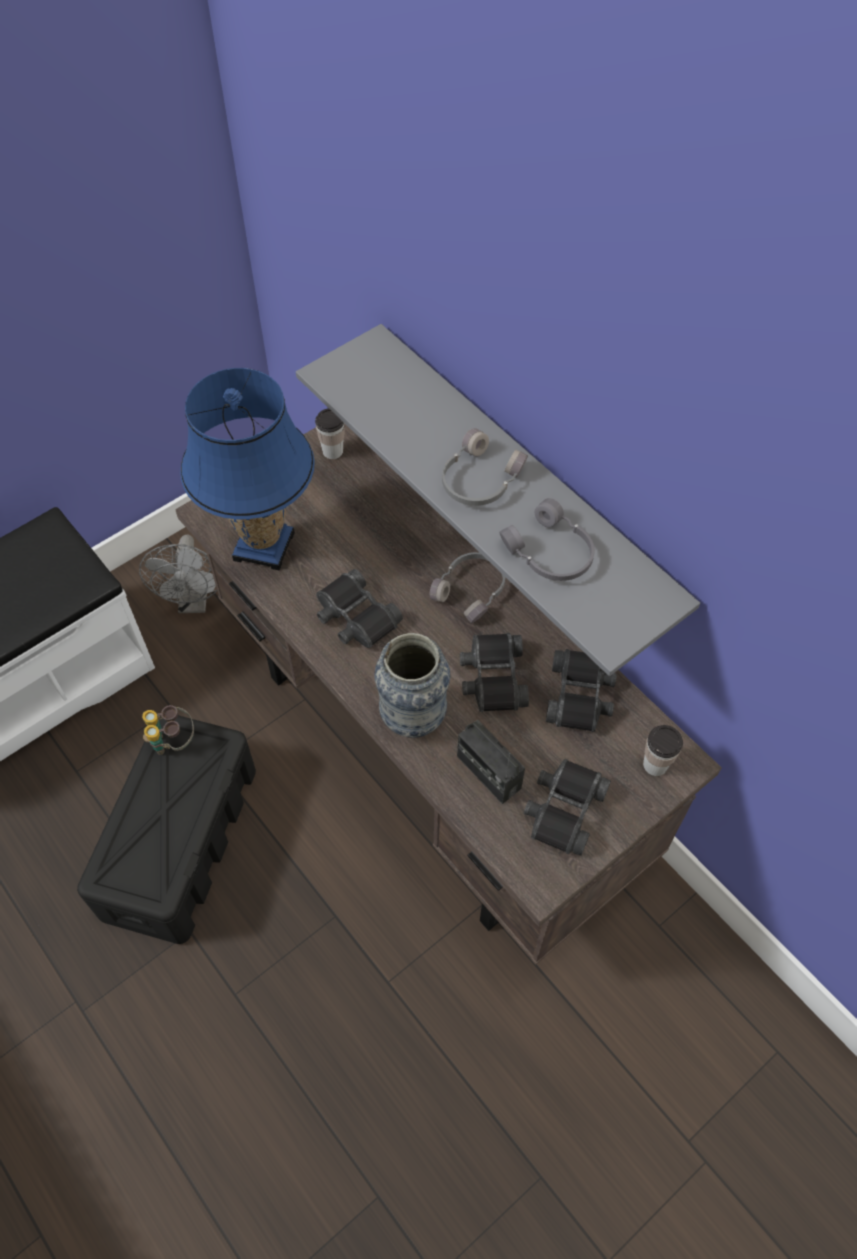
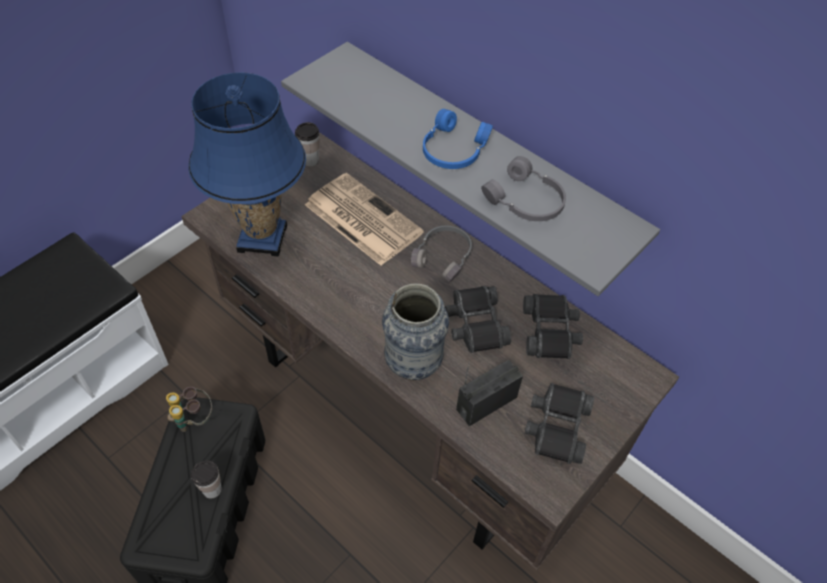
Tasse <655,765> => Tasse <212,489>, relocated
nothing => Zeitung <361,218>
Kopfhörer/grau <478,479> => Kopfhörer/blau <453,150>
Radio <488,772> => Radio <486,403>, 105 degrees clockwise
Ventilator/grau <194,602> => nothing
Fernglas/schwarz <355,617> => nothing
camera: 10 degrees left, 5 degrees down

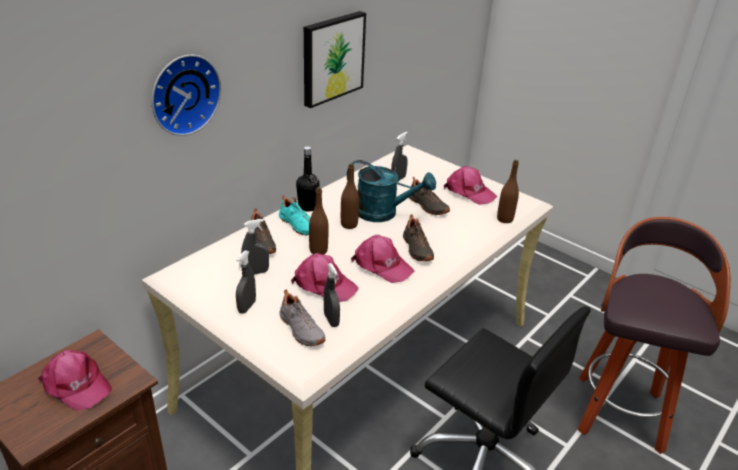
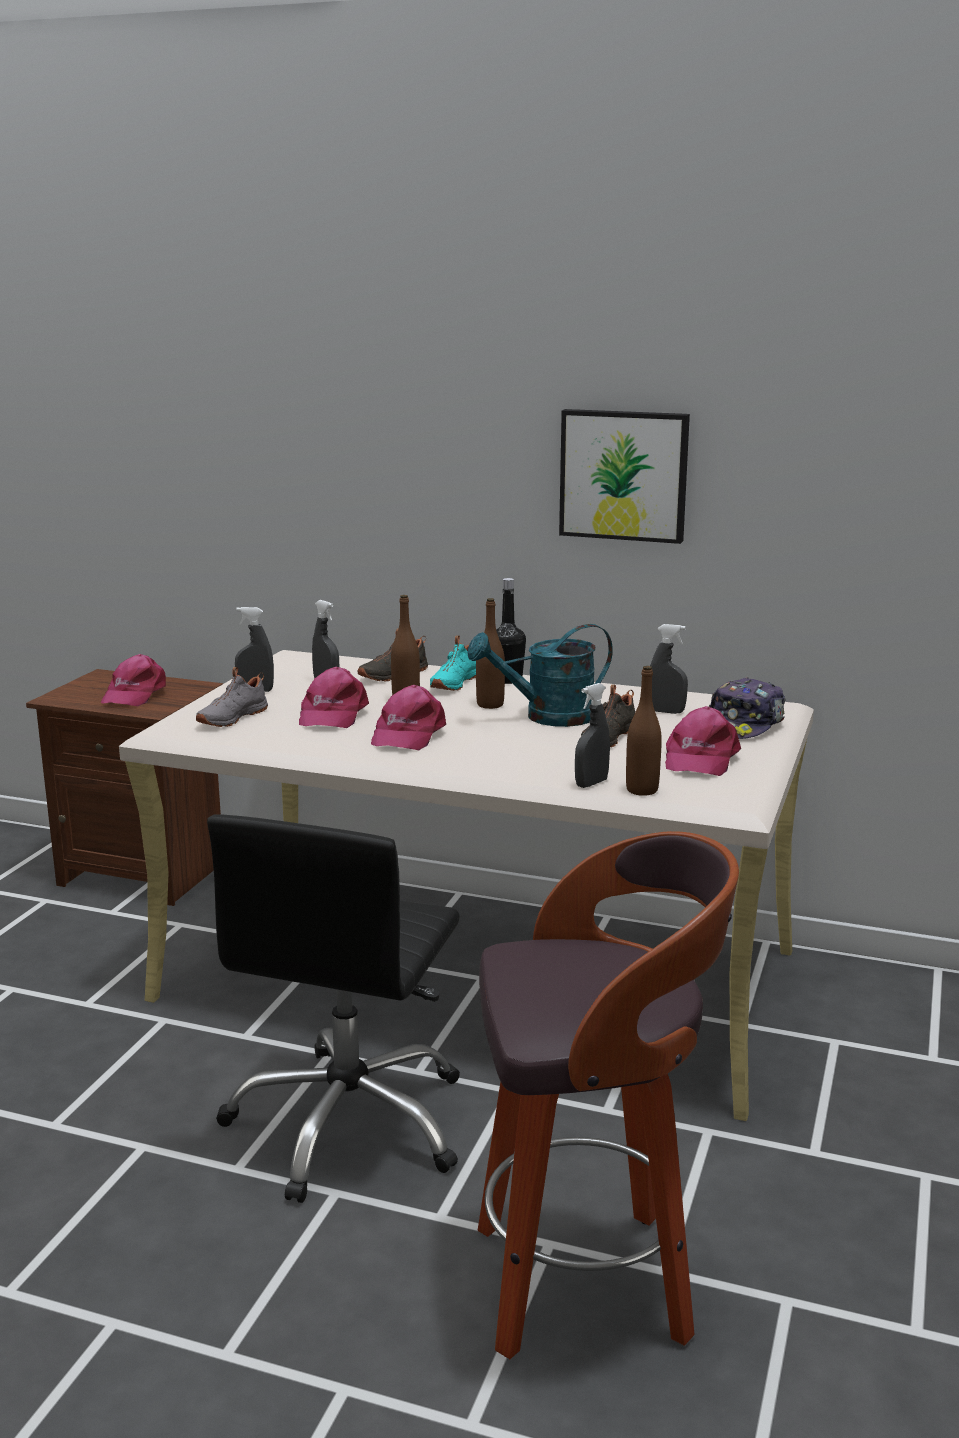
Gießkanne/türkis <384,213> => Gießkanne/türkis <548,717>, 75 degrees clockwise
Sprühflasche/grau <331,320> => Sprühflasche/grau <591,783>, relocated
nothing => Kappe <744,725>
Wanduhr <183,93> => nothing
Schuh/schwarz <416,249> => nothing
camera: 70 degrees right, 15 degrees down

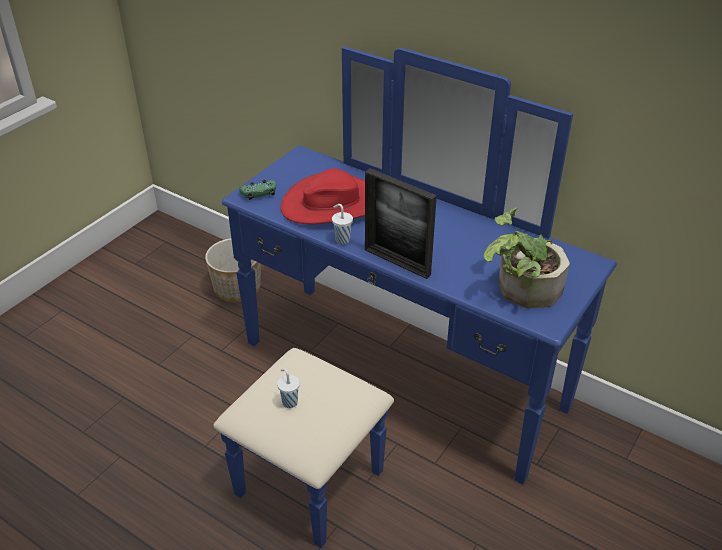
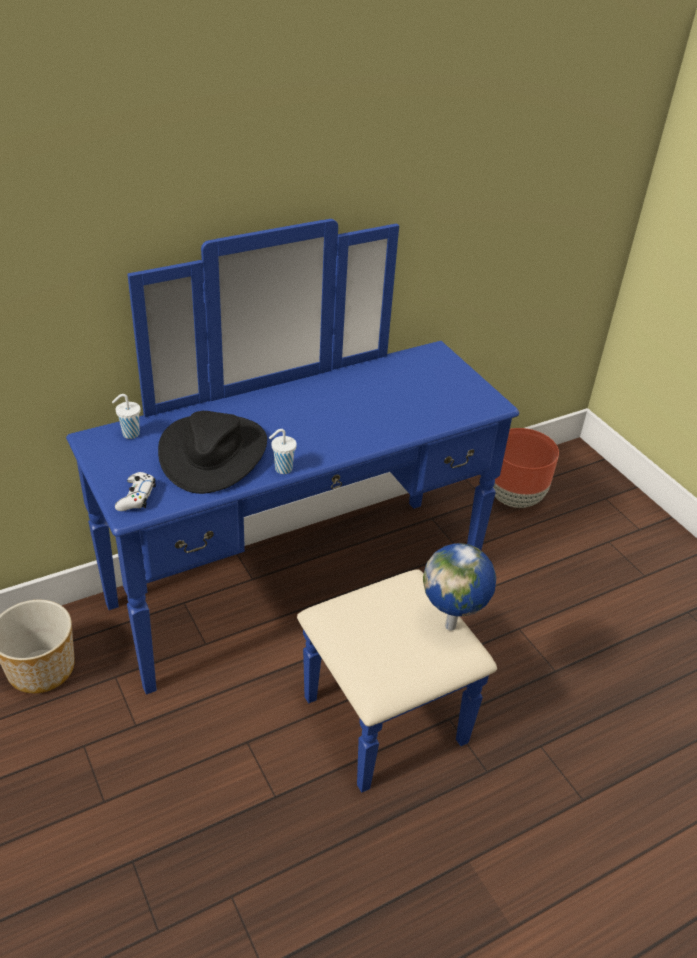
Tasse/weiß <289,402> => Tasse/weiß <129,434>, relocated
Gamepad/grün <259,193> => Gamepad/weiß <136,497>
Hut/rot <331,204> => Hut/schwarz <213,453>
nothing => Globus <452,626>
nothing => Pflanzkübel/braun <514,498>
Bilderrahmen <397,262> => nothing
Topfpflanze <520,289> => nothing
camera: 65 degrees left, 0 degrees up

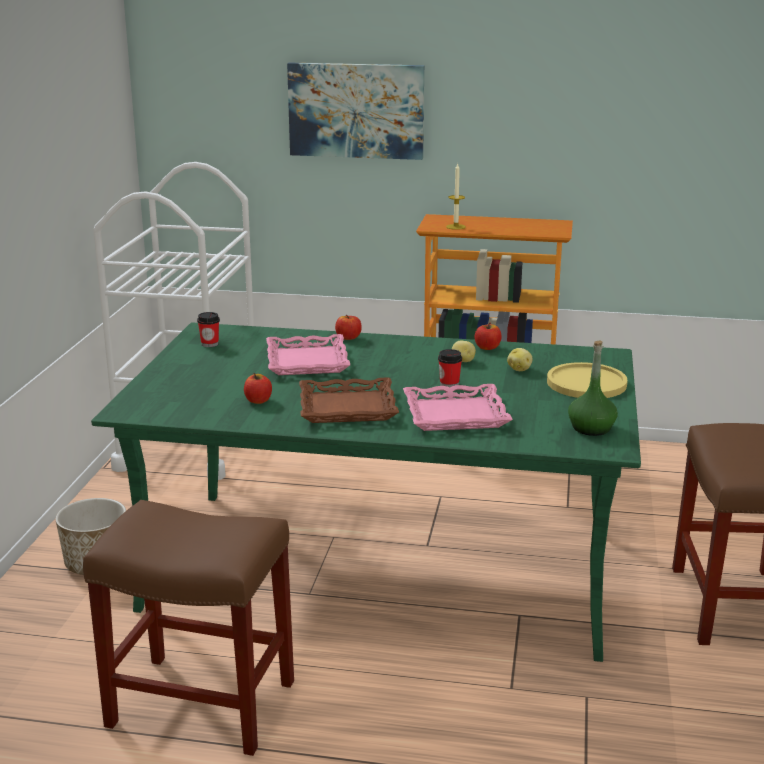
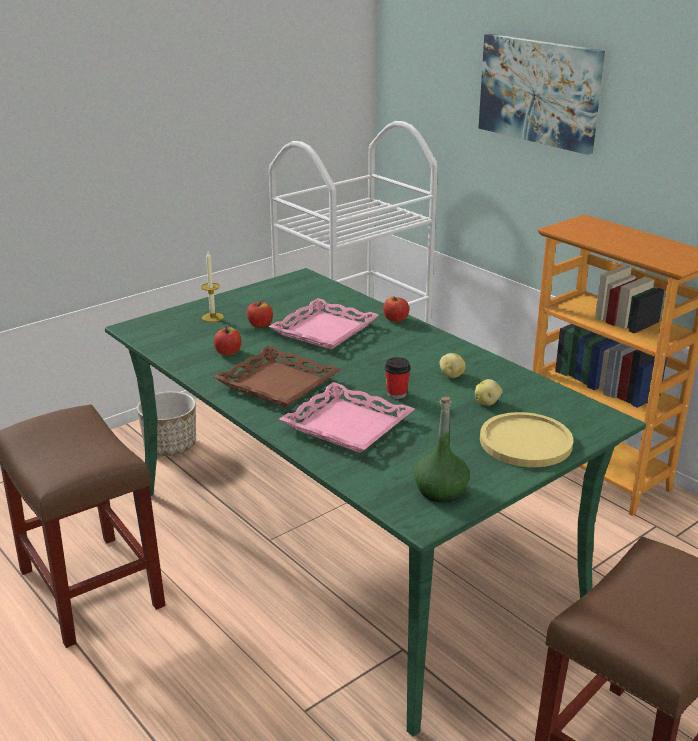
Kerze <455,227> => Kerze <212,317>, relocated
Apfel <487,348> => Apfel <260,325>, relocated
Tasse <210,344> => nothing
camera: 40 degrees right, 5 degrees up

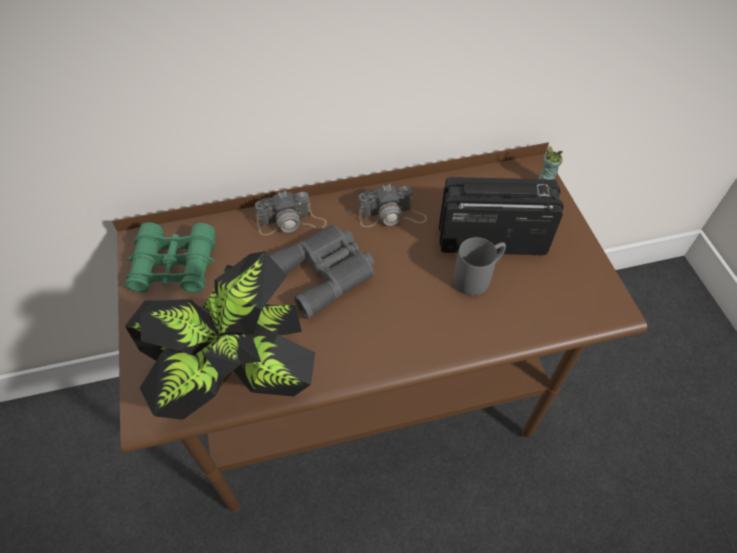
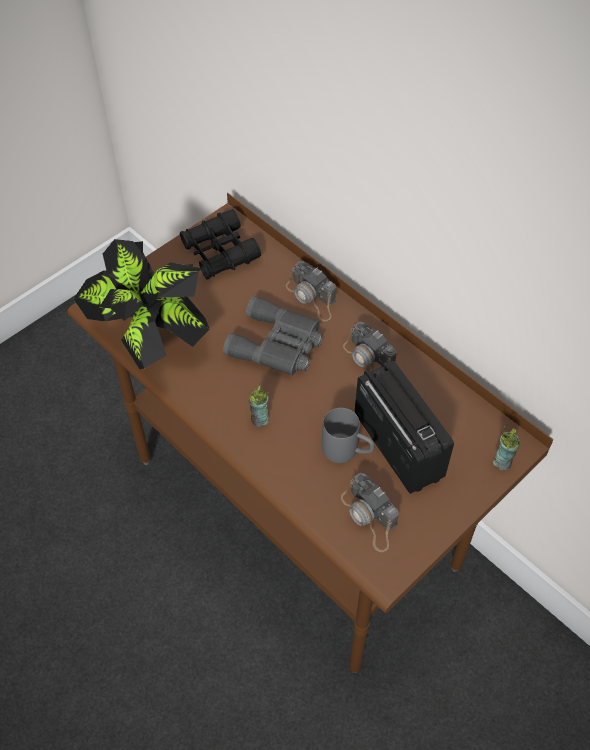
Fernglas/grün <174,266> => Fernglas/schwarz <220,252>
nothing => Tasse <259,420>
nothing => Kamera <369,517>
camera: 60 degrees right, 0 degrees up

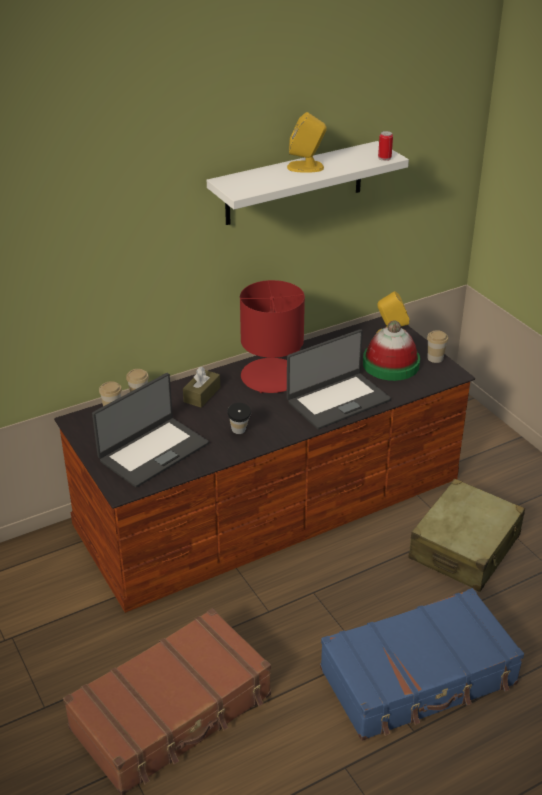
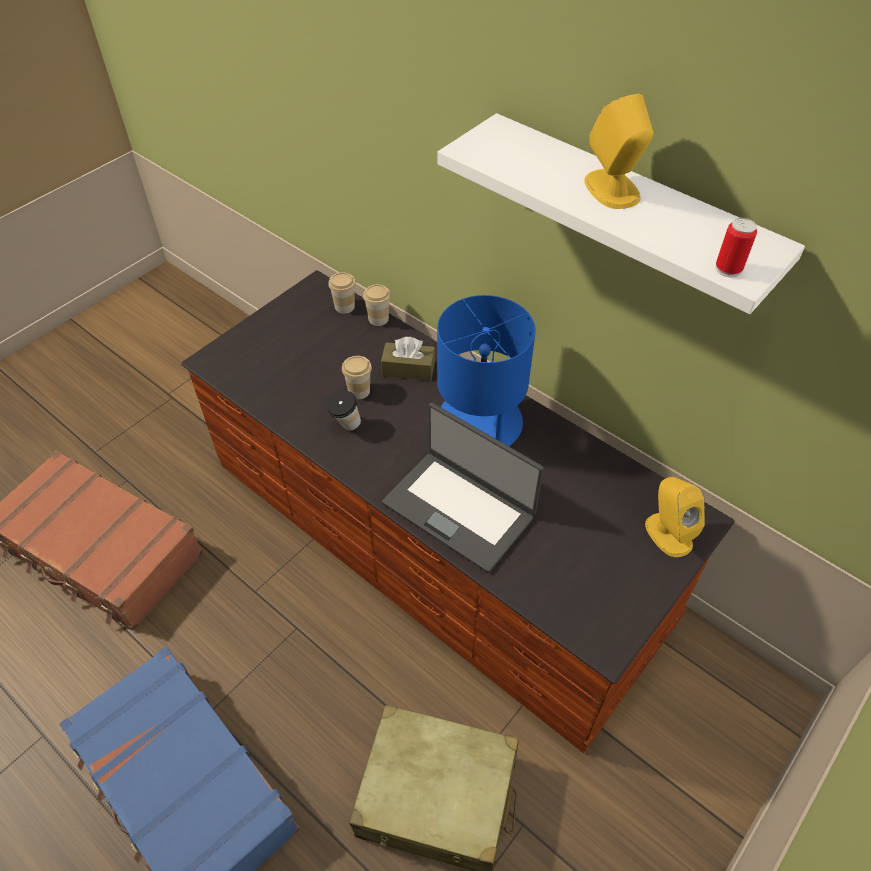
Tasse <435,358> => Tasse <359,391>, relocated
Tischlampe/rot <272,377> => Tischlampe/blau <480,424>
Laptop <153,451> => nothing
Hut <391,364> => nothing
camera: 70 degrees right, 15 degrees up

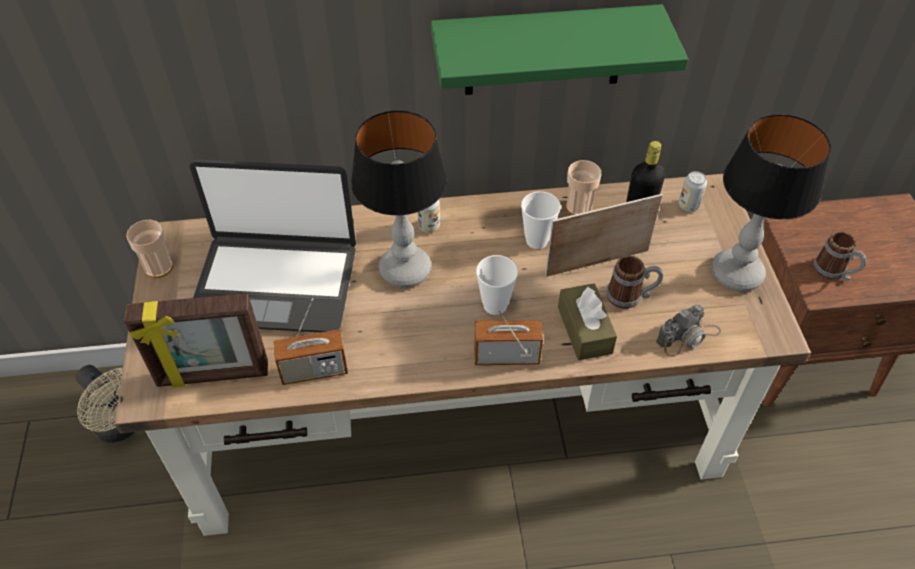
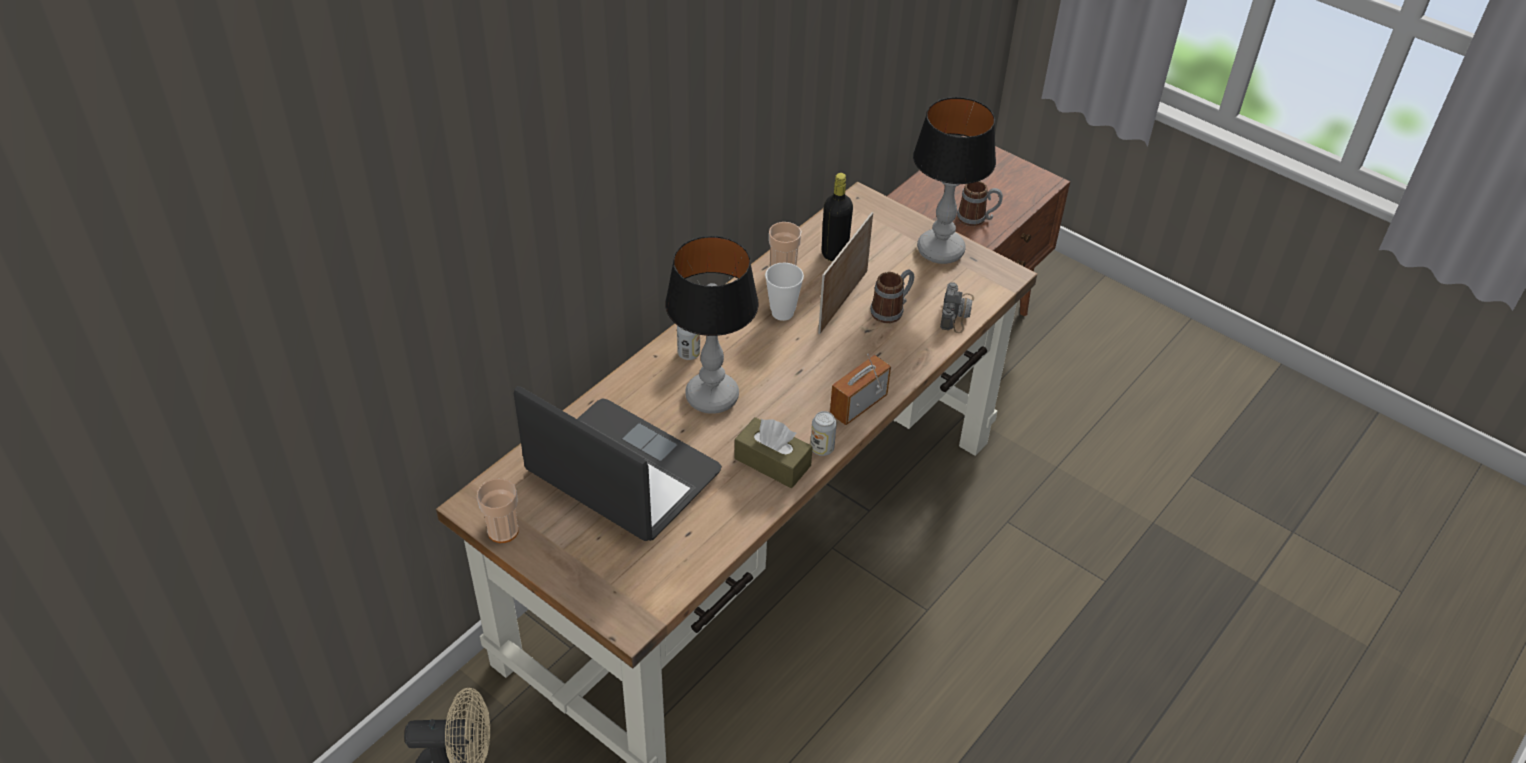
Laptop <276,283> => Laptop <622,474>, 105 degrees counterclockwise
Taschentuchbox/braun <584,330> => Taschentuchbox/braun <772,462>, relocated
Dose <688,206> => Dose <822,448>, relocated
Bilderrahmen <213,376> => nothing
Radio <314,371> => nothing
Wandregal/grün <544,51> => nothing
Tasse <495,305> => nothing
camera: 45 degrees left, 5 degrees down

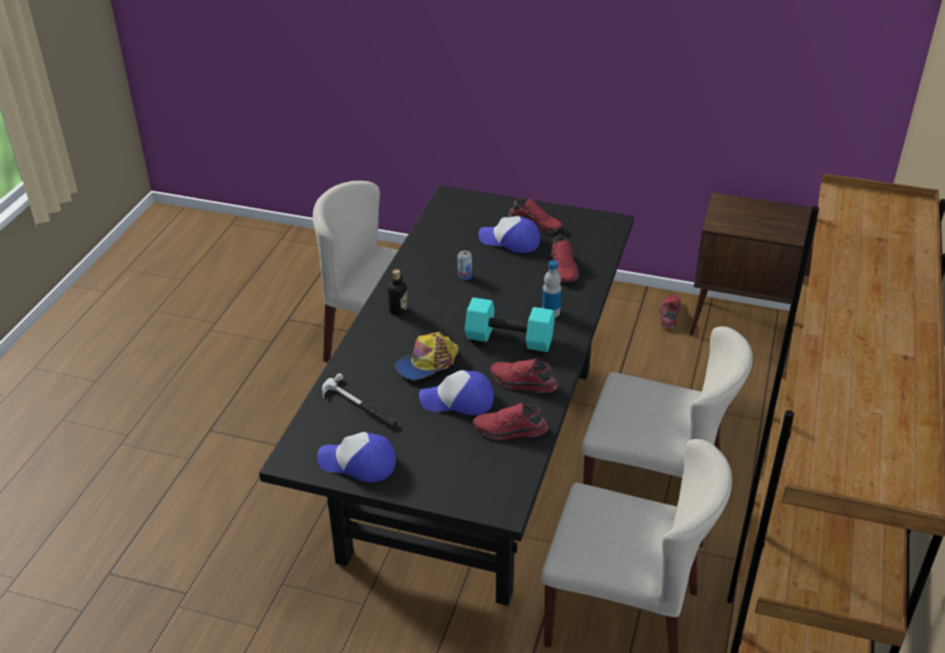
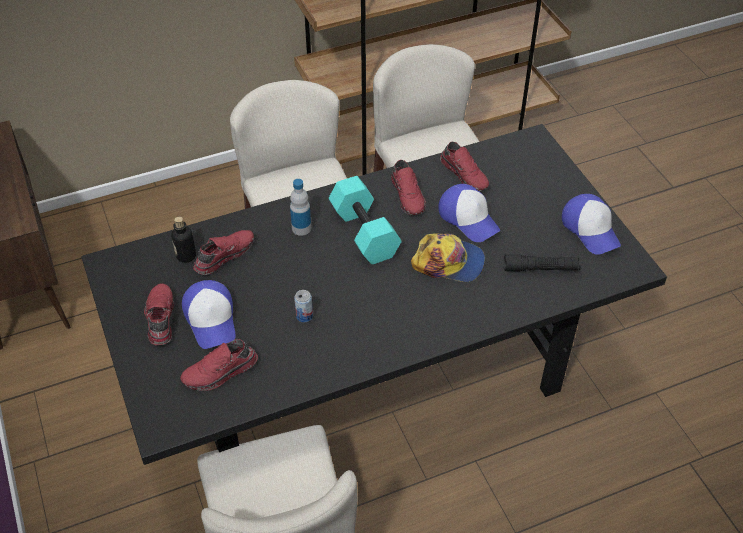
Flasche <398,310> => Flasche <186,256>, relocated
Schuh/rot <668,315> => Schuh/rot <220,373>, relocated
Hammer <359,406> => Taschenlampe/schwarz <541,268>
camera: 130 degrees left, 10 degrees up

